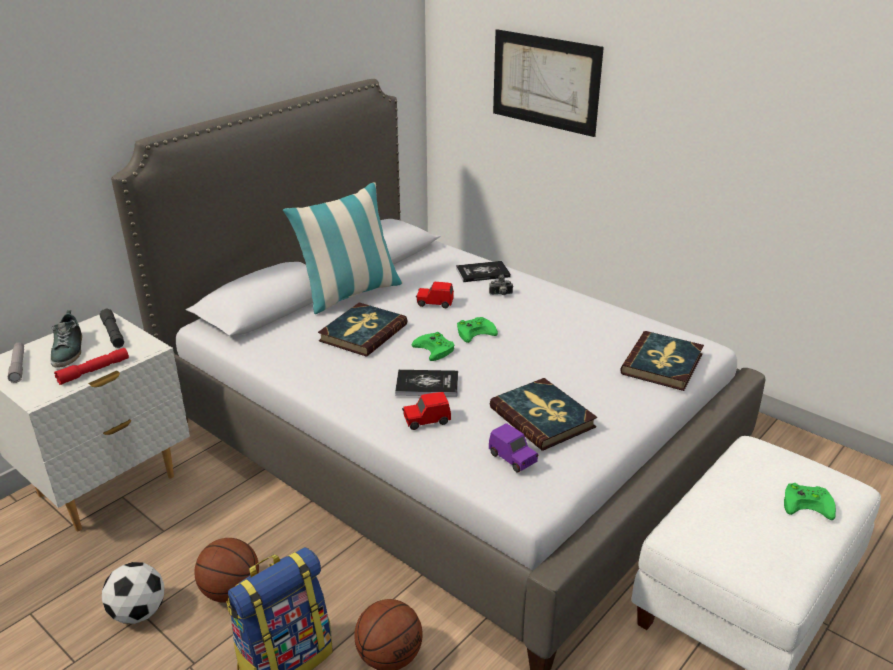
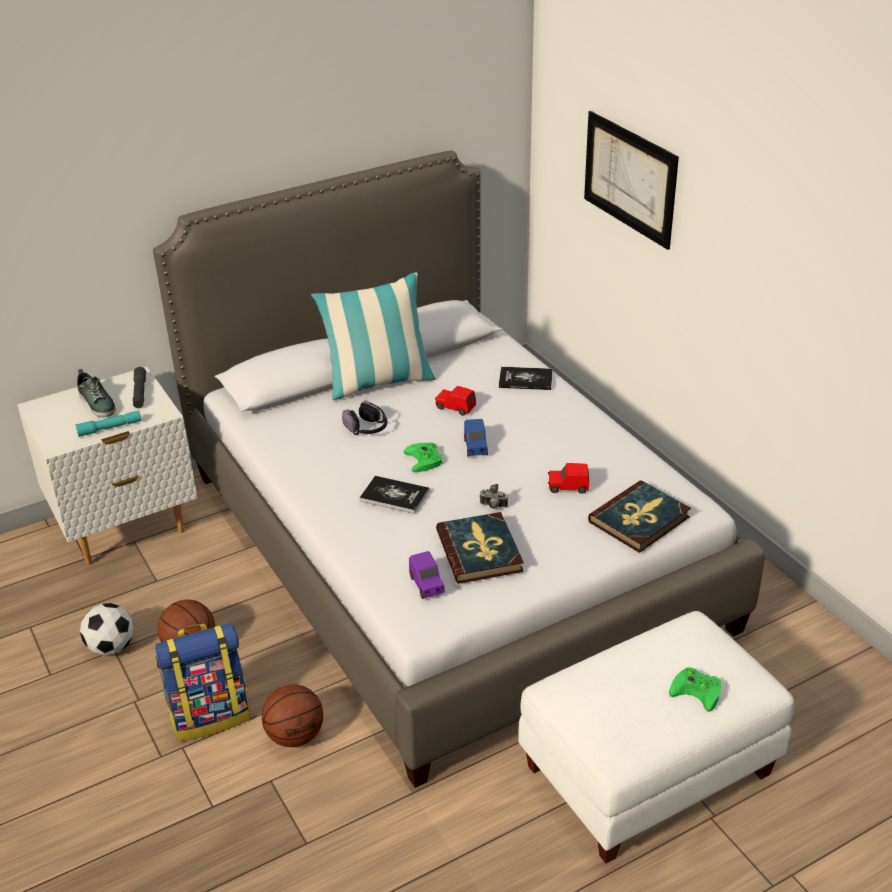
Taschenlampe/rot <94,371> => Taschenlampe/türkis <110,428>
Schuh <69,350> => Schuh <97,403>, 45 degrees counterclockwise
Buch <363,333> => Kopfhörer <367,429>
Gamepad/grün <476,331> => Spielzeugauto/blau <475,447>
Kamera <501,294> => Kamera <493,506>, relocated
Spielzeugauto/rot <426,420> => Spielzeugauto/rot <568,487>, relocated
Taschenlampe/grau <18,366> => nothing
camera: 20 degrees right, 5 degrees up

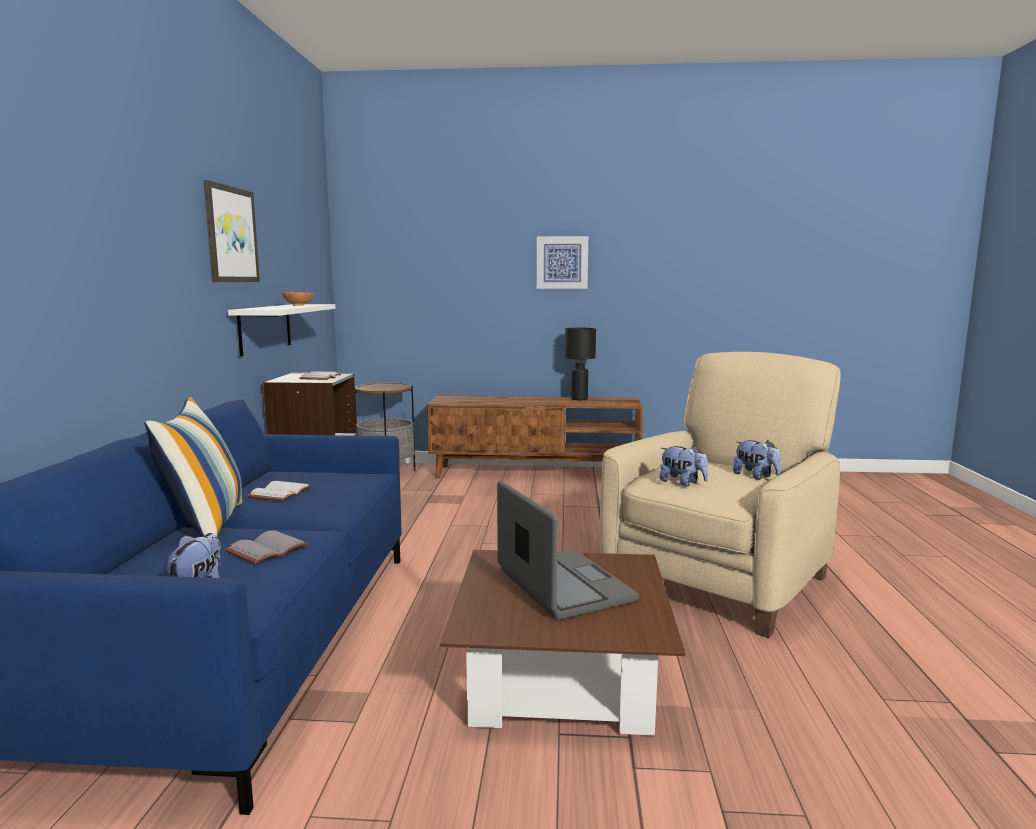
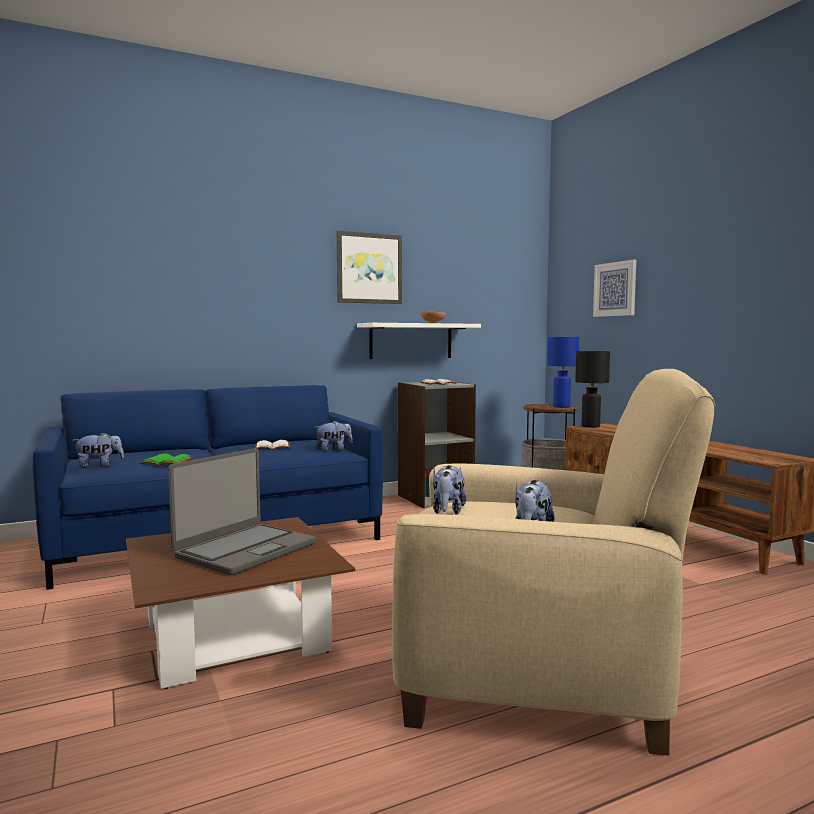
Buch/grau <267,549> => Buch/grün <168,462>
nothing => Plüschtier <333,450>
nothing => Tischlampe/blau <561,407>
Tischlampe/schwarz <579,399> => Tischlampe/schwarz <590,426>, relocated
Bild <562,262> => Bild <615,289>, relocated
Kissen <205,524> => nothing
camera: 60 degrees right, 5 degrees down

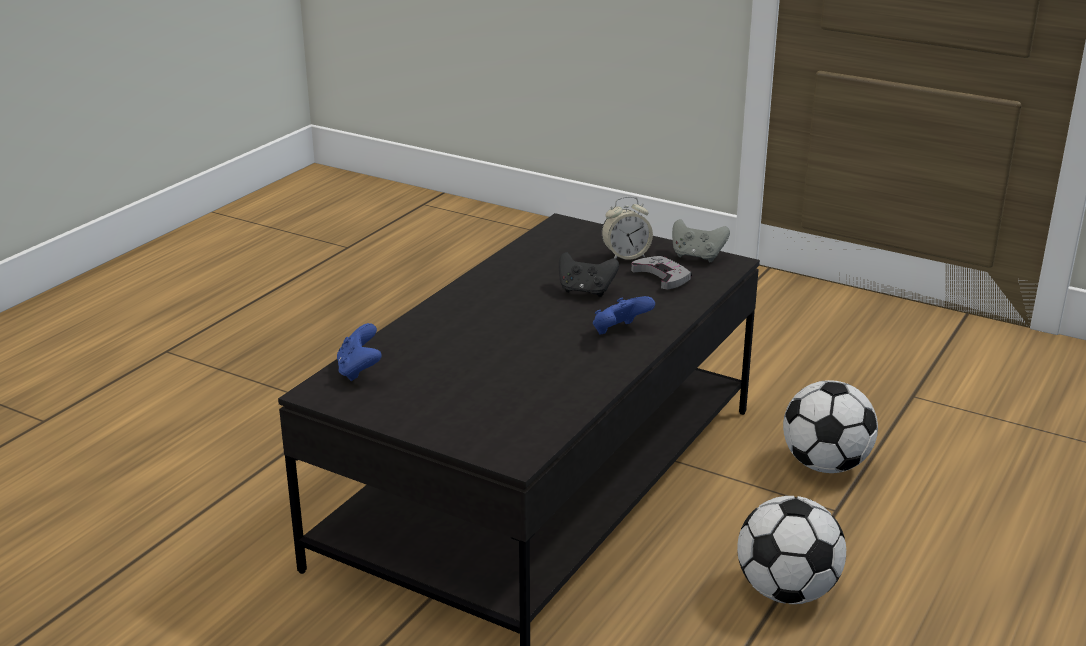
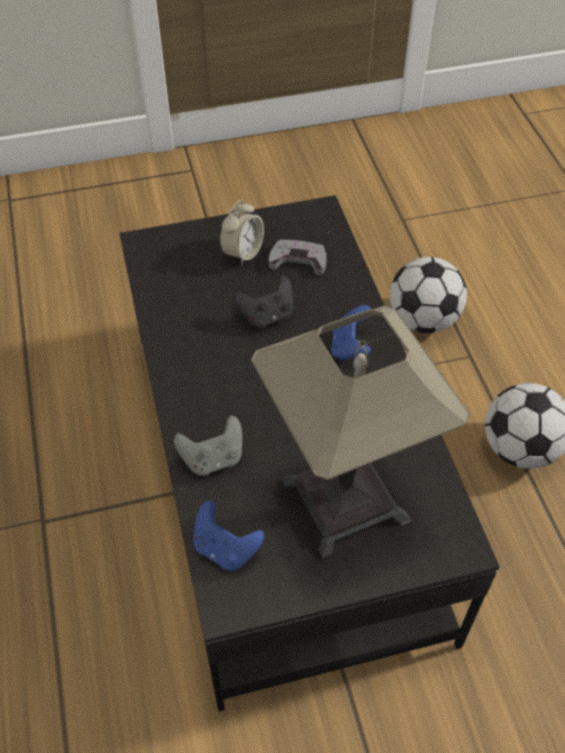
Gamepad/grau <697,256> => Gamepad/grau <213,458>, relocated
nothing => Tischlampe <344,499>
camera: 45 degrees left, 25 degrees up

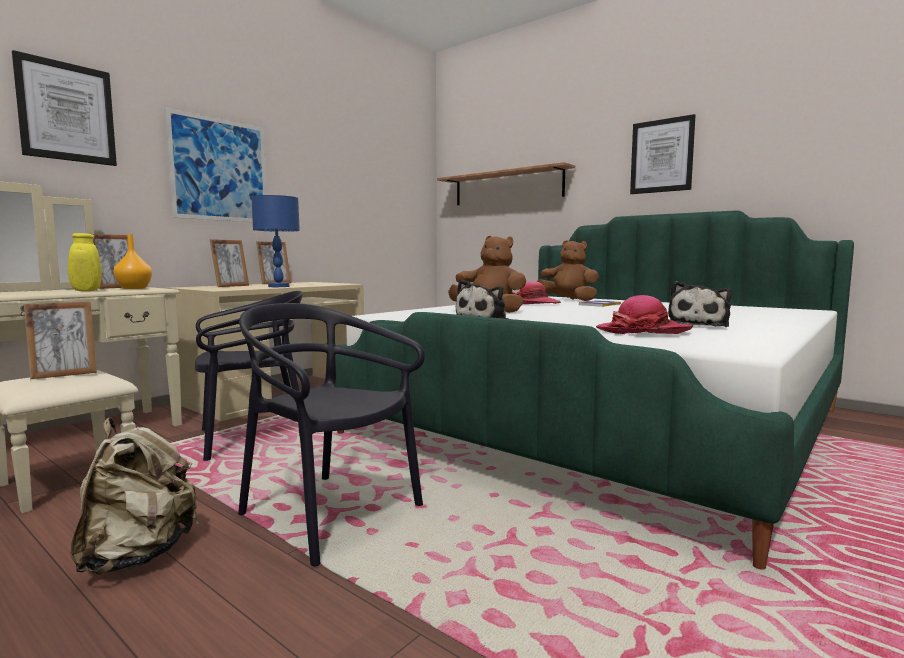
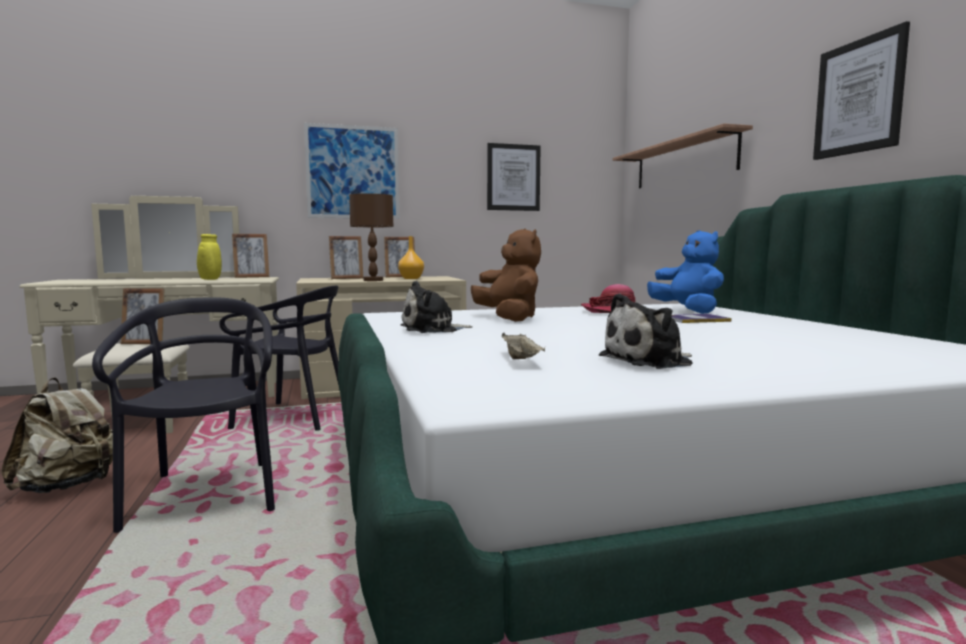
Tischlampe/blau <278,286> => Tischlampe/braun <373,280>
Vase/orange <133,288> => Vase/orange <410,278>, relocated
Bild <67,112> => Bild <513,177>, relocated
Hut <643,331> => Tablett/beige <521,360>
Plüschtier/braun <568,300> => Plüschtier/blau <687,311>
camera: 35 degrees right, 0 degrees up

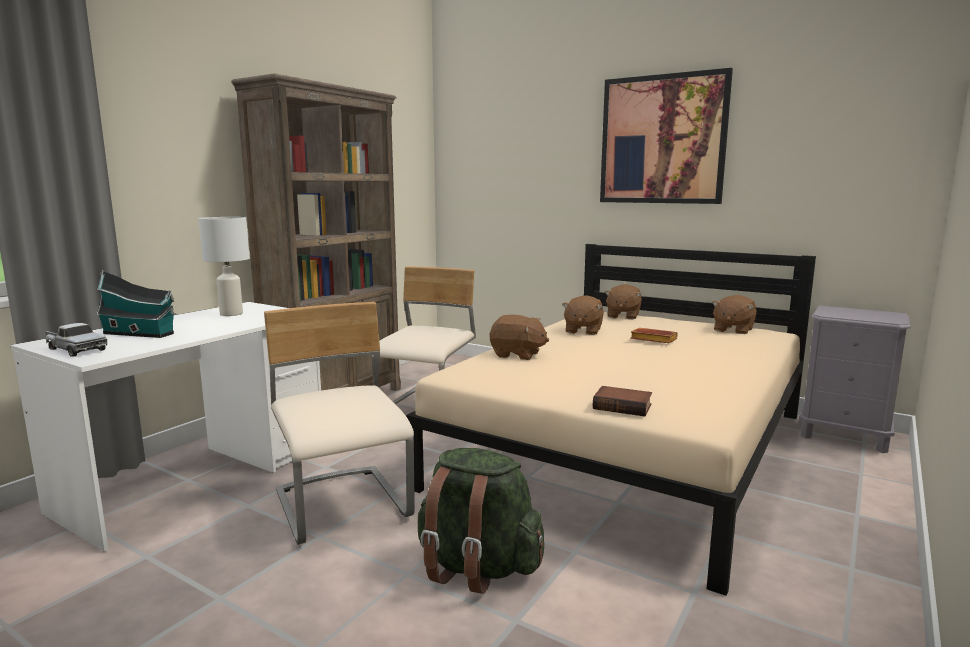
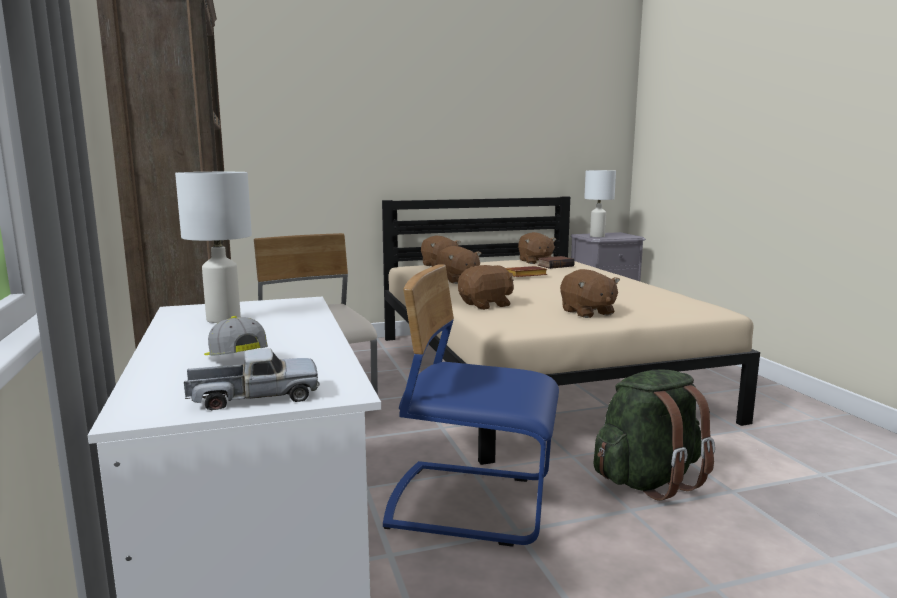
Spielzeughaus <141,334> => Kappe <235,361>
Stuhl/beige <343,506> => Stuhl/blau <471,503>
Buch <623,406> => Buch <555,265>, relocated
nothing => Plüschtier/braun <587,312>
nothing => Tischlampe/weiß <597,236>
Bild <662,140> => nothing
camera: 50 degrees left, 0 degrees up

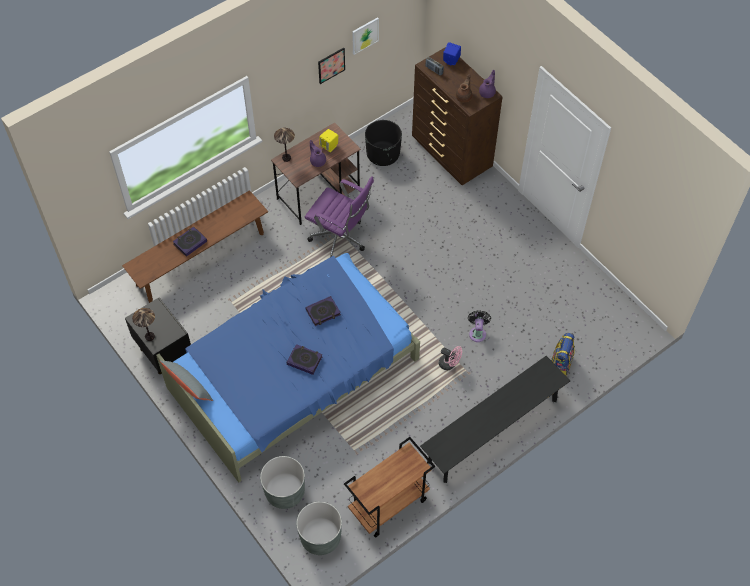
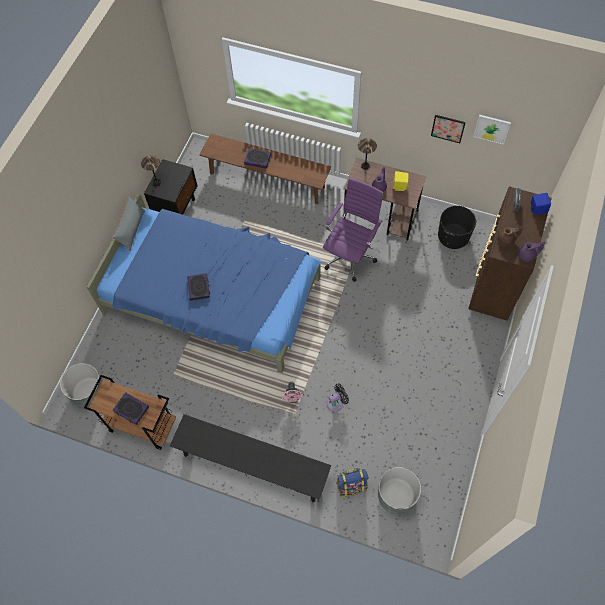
Buch <323,312> => Buch <131,409>, relocated
Bürostuhl/lila <340,239> => Bürostuhl/lila <350,256>, 150 degrees counterclockwise
Pflanzkübel/grau <285,491> => Pflanzkübel/grau <396,496>, relocated
camera: 60 degrees right, 5 degrees up

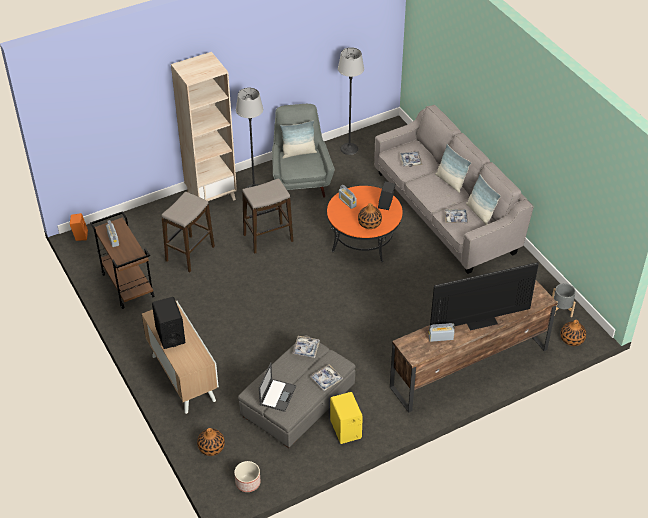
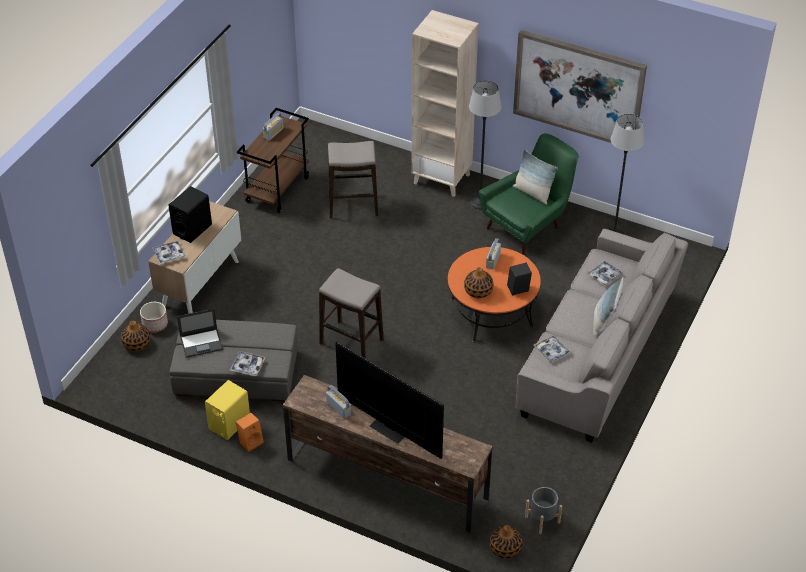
Pflanzkübel <248,482> => Pflanzkübel <155,324>, relocated
Tablett <306,349> => Tablett <169,255>, relocated
Lautsprecher/orange <80,235> => Lautsprecher/orange <251,441>, relocated
Hocker <268,238> => Hocker <351,342>, relocated
Sessel/grau <300,180> => Sessel/grün <528,226>
nothing => Bild <578,88>
Kissen <480,213> => nothing
camera: 55 degrees right, 0 degrees up

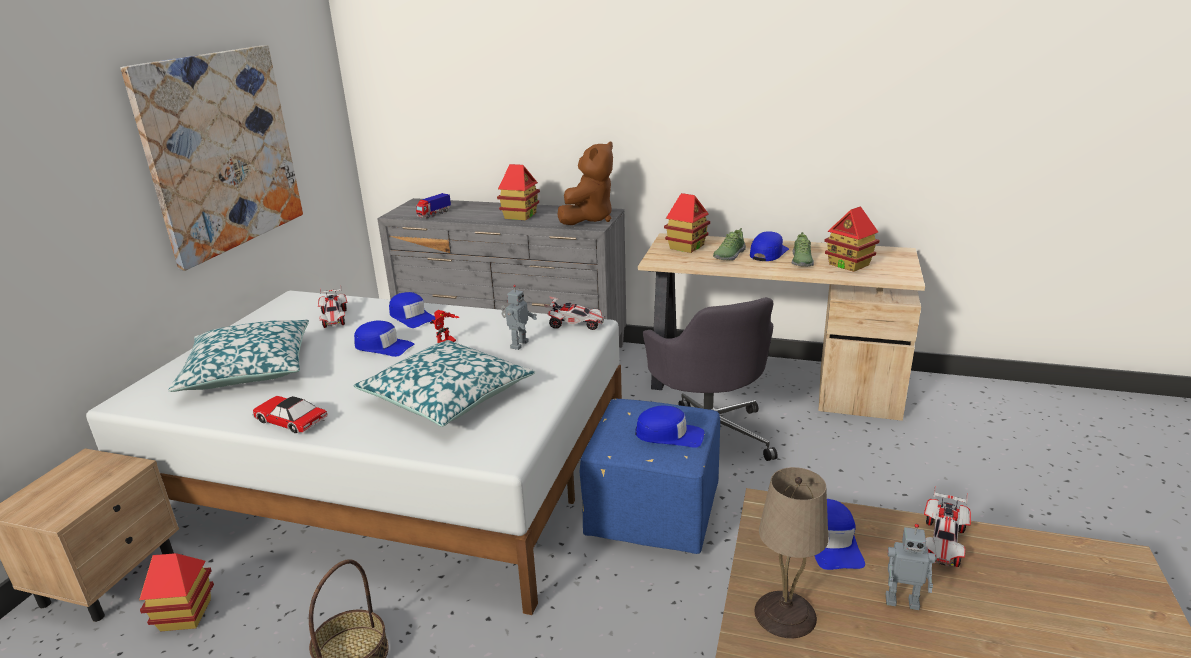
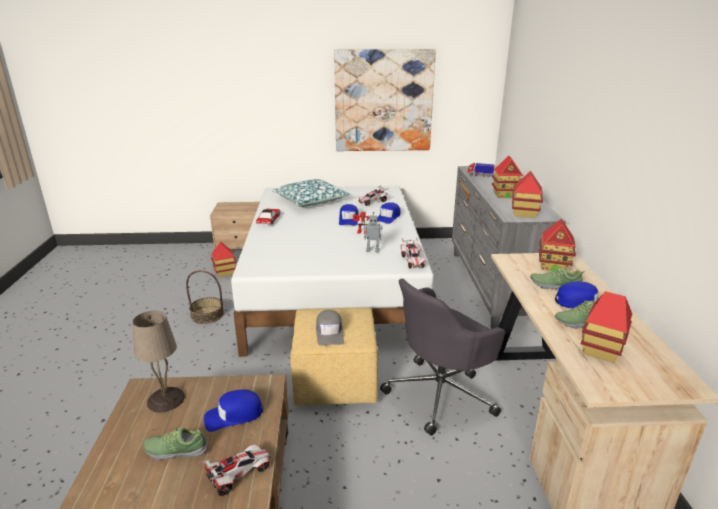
Spielzeugroboter <902,601> => Schuh <176,450>
Spielzeugauto <943,543> => Spielzeugauto <238,474>, 135 degrees clockwise
Polsterhocker/blau <651,513> => Polsterhocker/gelb <336,382>
Kappe/blau <669,435> => Kappe/grau <329,332>
Plüschtier/braun <588,219> => Spielzeughaus <524,213>
Kissen <447,396> => nothing
camera: 70 degrees right, 0 degrees up

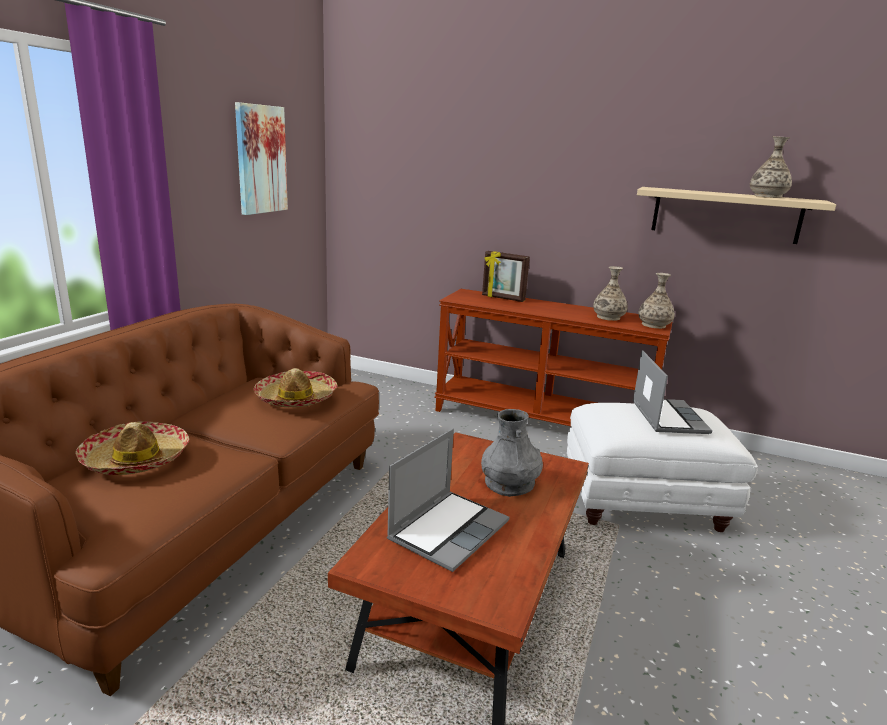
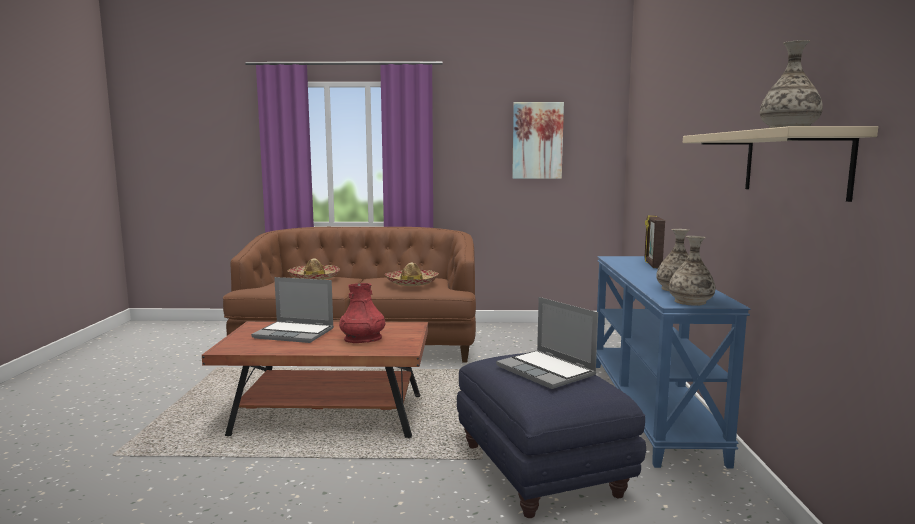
Vase/grau <509,483> => Vase/rot <363,339>
Polsterhocker/weiß <645,503> => Polsterhocker/blau <542,471>
Laptop <667,417> => Laptop <547,371>, 75 degrees clockwise
Konsolentisch/braun <541,421> => Konsolentisch/blau <652,407>
camera: 70 degrees right, 10 degrees down

